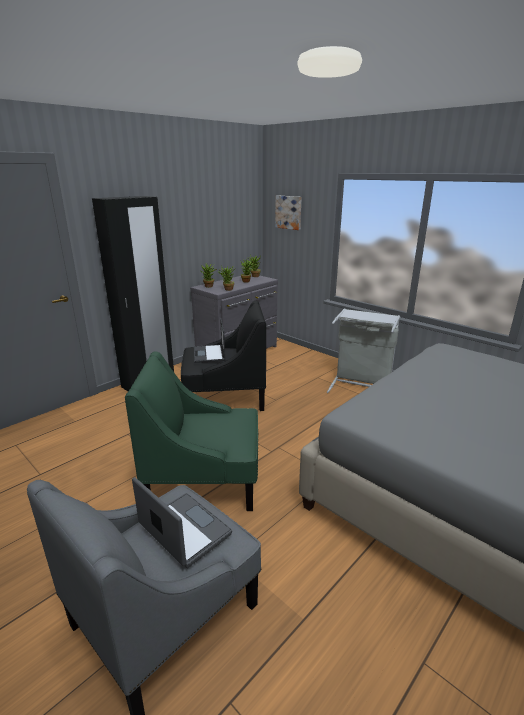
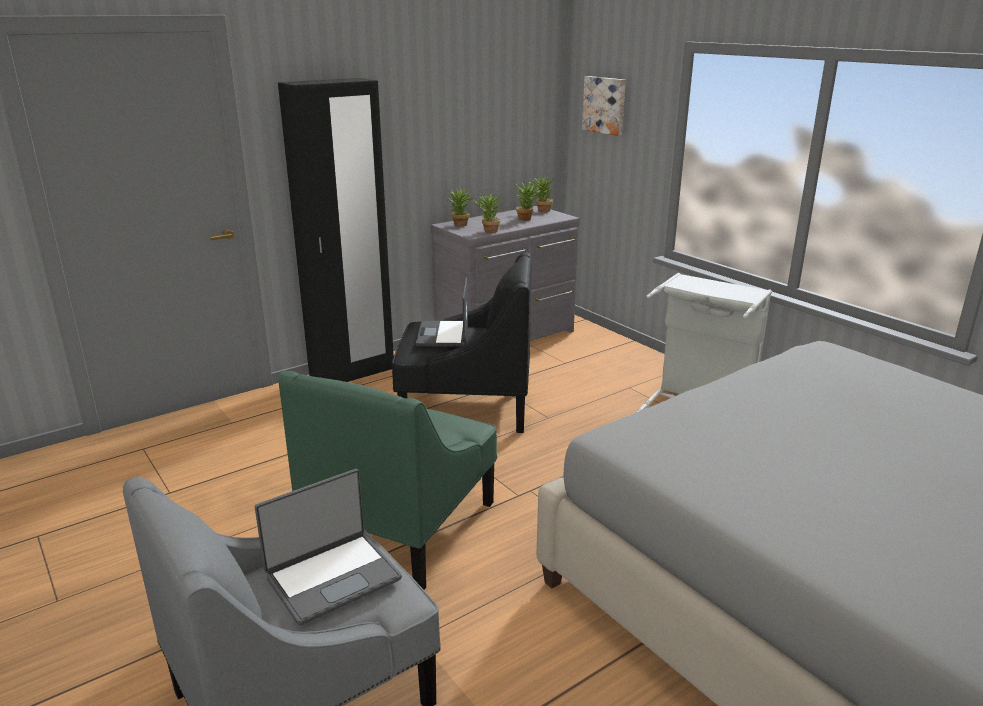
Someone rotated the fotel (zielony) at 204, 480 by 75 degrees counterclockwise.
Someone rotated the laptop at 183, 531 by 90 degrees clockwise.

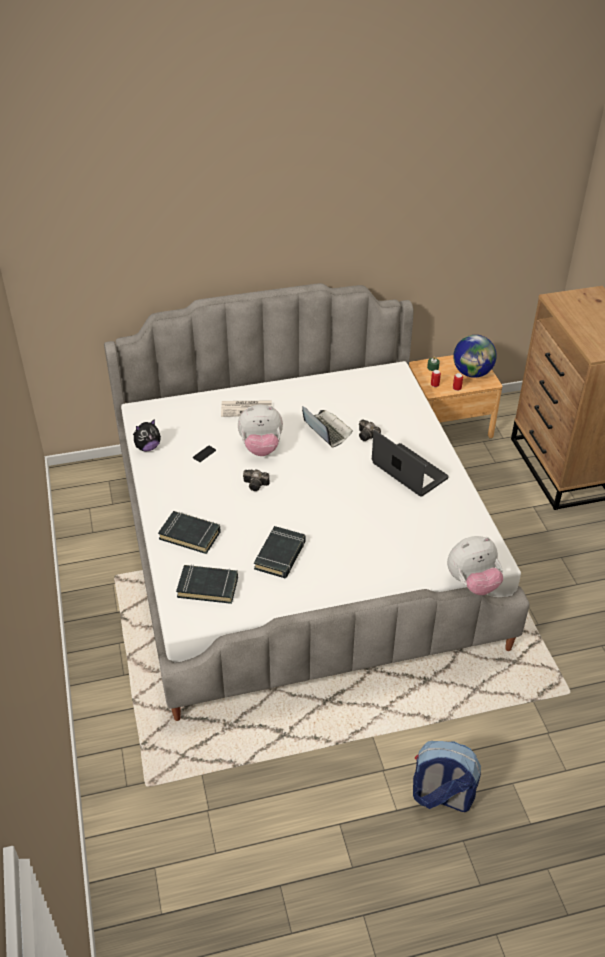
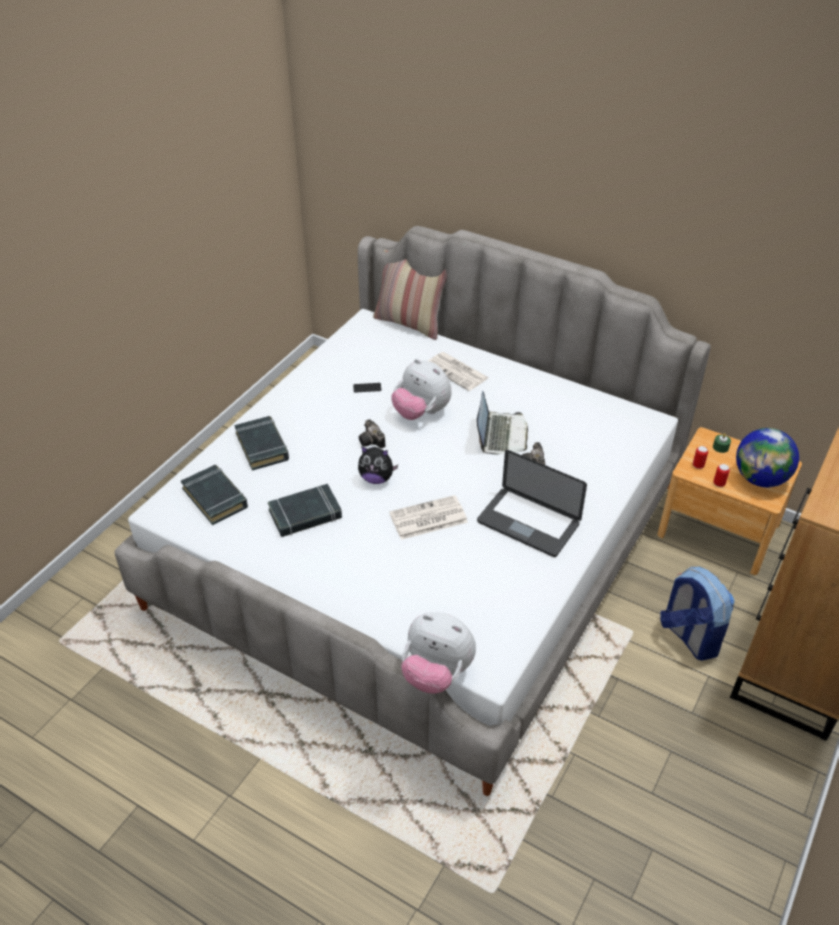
Someone carried the pluszak from 147, 447 to 376, 478.
Someone rotated the laptop at 409, 471 by 120 degrees clockwise.
Someone carried the plecak from 441, 796 to 689, 636.
Someone put down the poduszka at 410, 323.
Someone put down the gazeta at 427, 519.

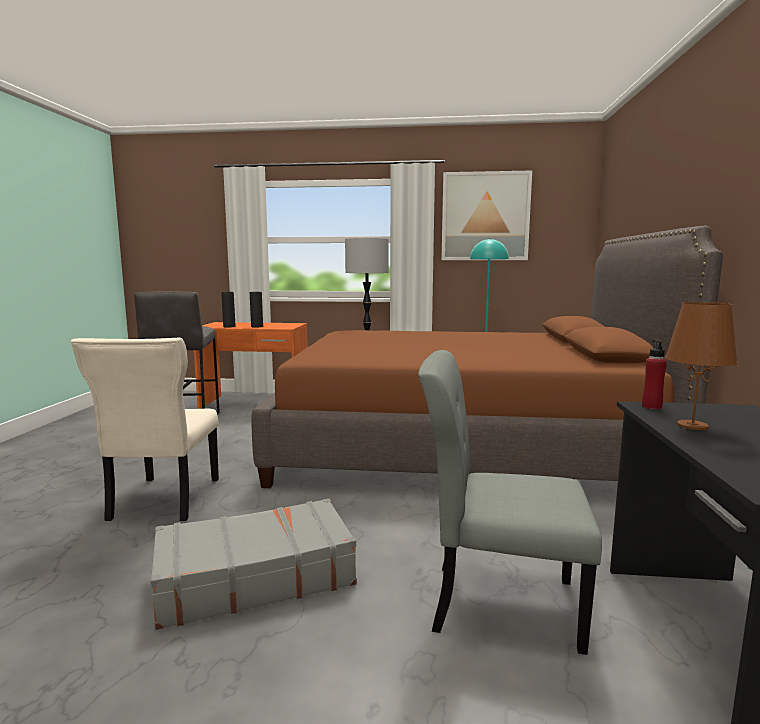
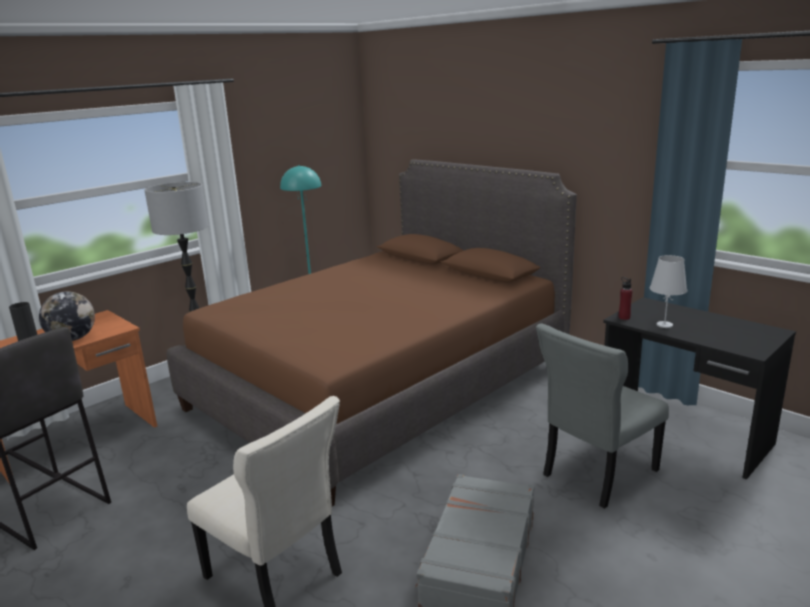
Someone swapped the wazon (czarny) at 257, 326 for the globus at 72, 339.
Someone took away the obraz at 485, 216.
Someone repainted the lampa stołowa (brązowy) at 692, 425, which became the lampa stołowa (biały) at 664, 325.

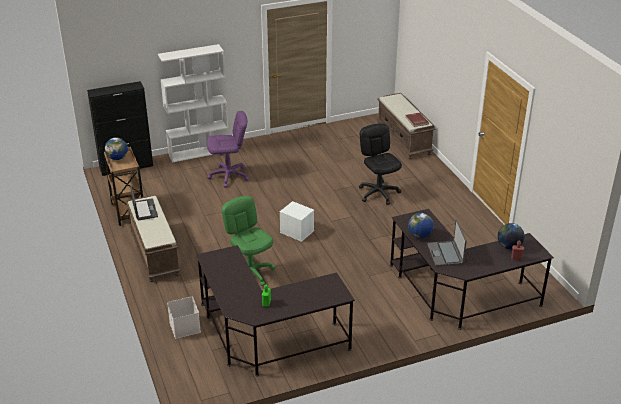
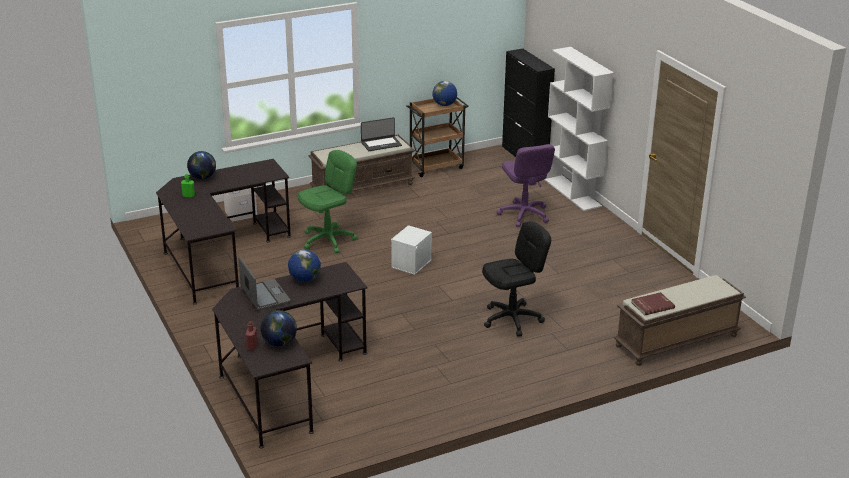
Someone rotated the laptop at 445, 254 by 75 degrees clockwise.
Someone put down the globus at 203, 177.

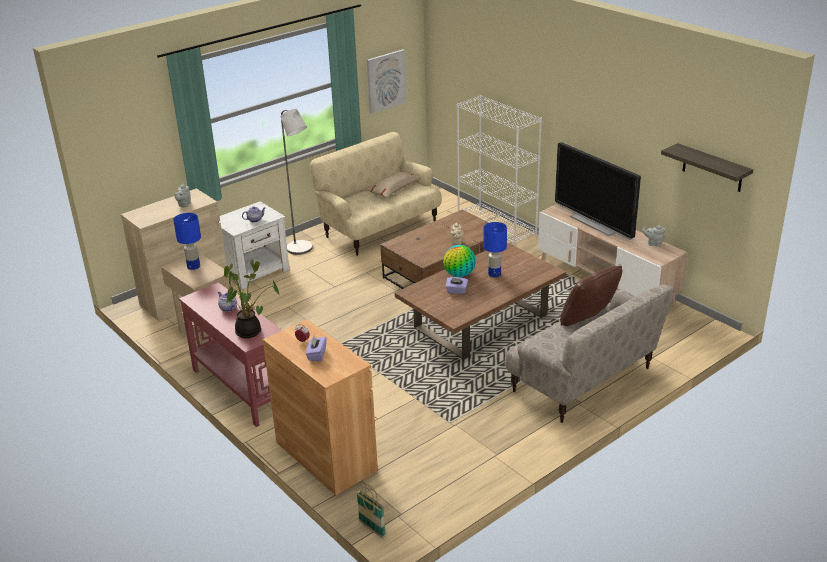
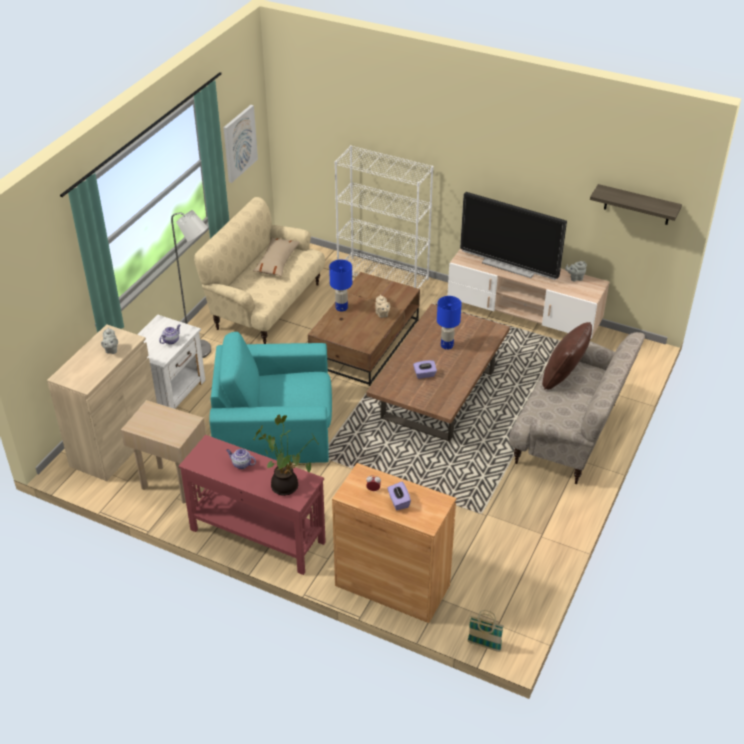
Someone carried the lampa stołowa (niebieski) from 193, 267 to 342, 308.
Someone took away the globus at 459, 275.
Someone put down the fotel (turkusowy) at 275, 426.

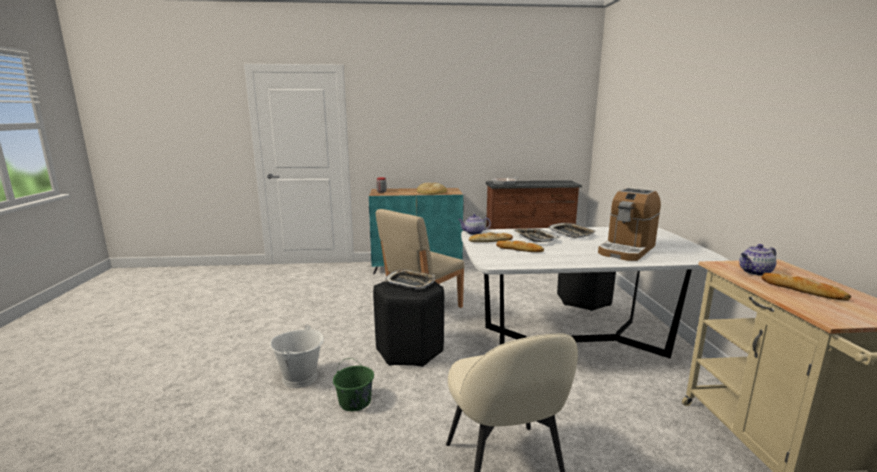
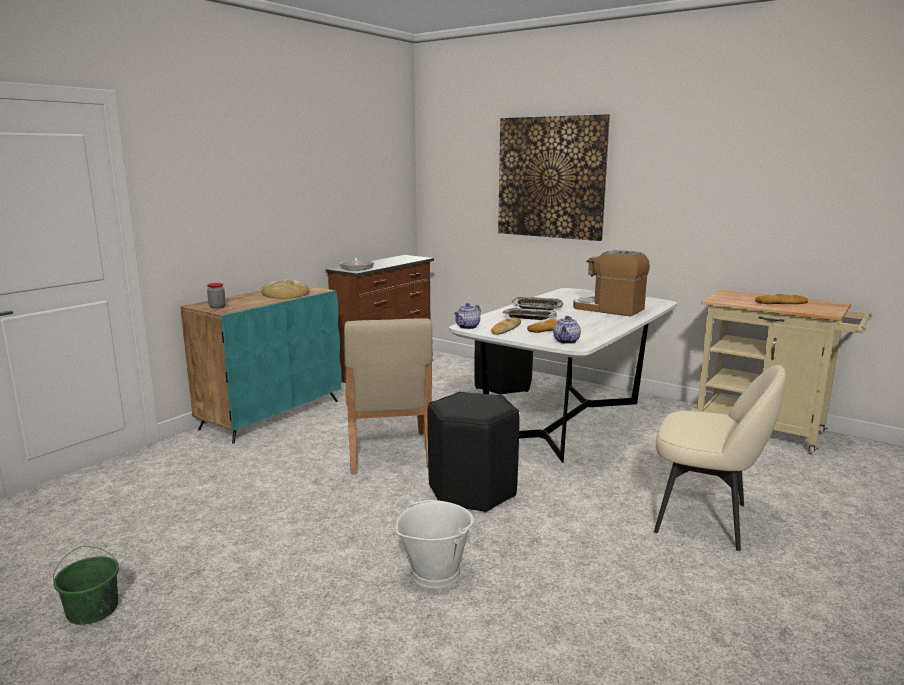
Someone carried the wiadro (zielony) from 355, 402 to 93, 609.
Someone took away the taca at 410, 282.
Someone rotated the ekspres do kawy at 627, 250 by 135 degrees clockwise.
Someone carried the imbryk from 755, 272 to 566, 341.
Someone put up the obraz at 551, 177.

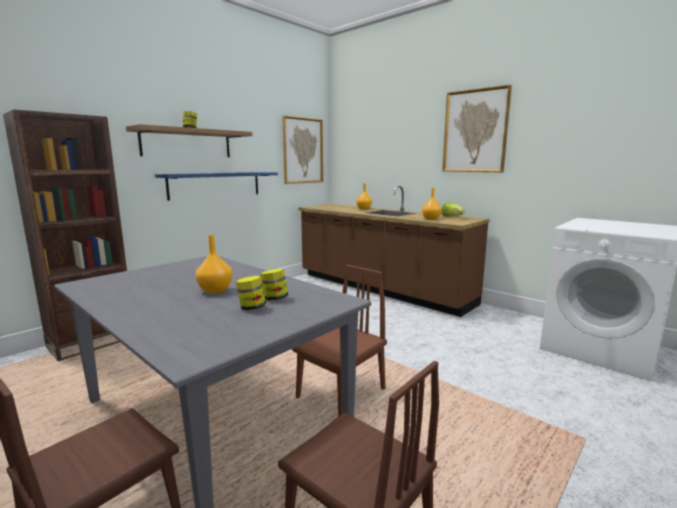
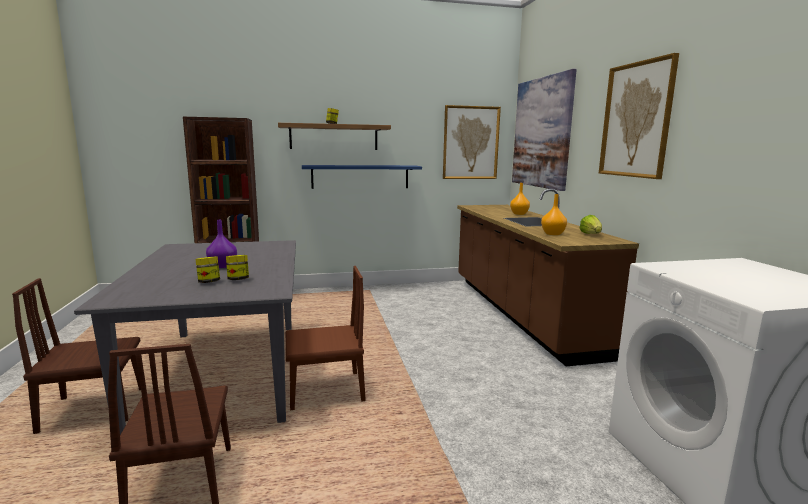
Someone repainted the wazon (pomarańczowy) at 214, 291, which became the wazon (fioletowy) at 222, 266.
Someone put up the obraz at 541, 133.

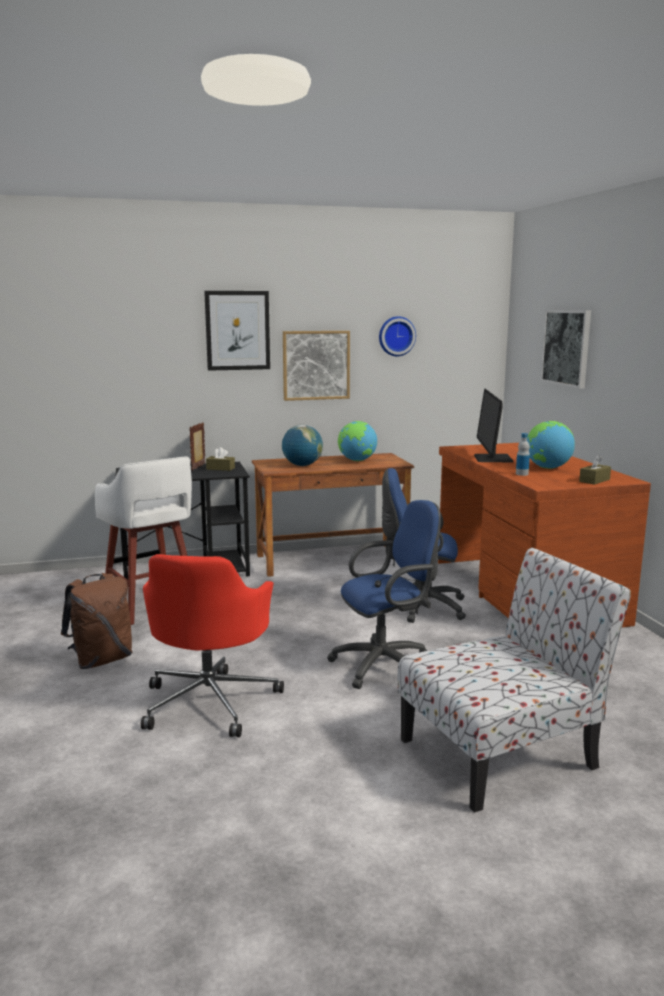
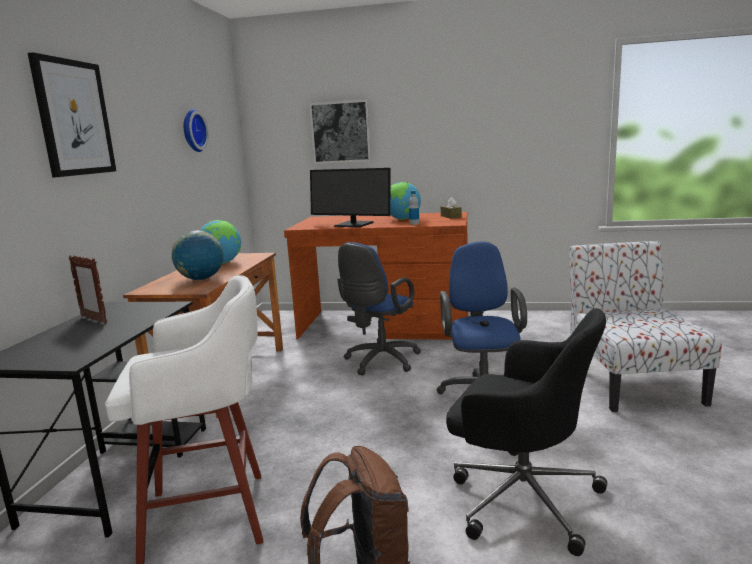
Someone repainted the krzesło biurowe (czerwony) at 210, 701, which became the krzesło biurowe (czarny) at 521, 497.
Someone took away the pudełko chusteczek (brązowy) at 220, 468.
Someone took away the obraz at 316, 365.

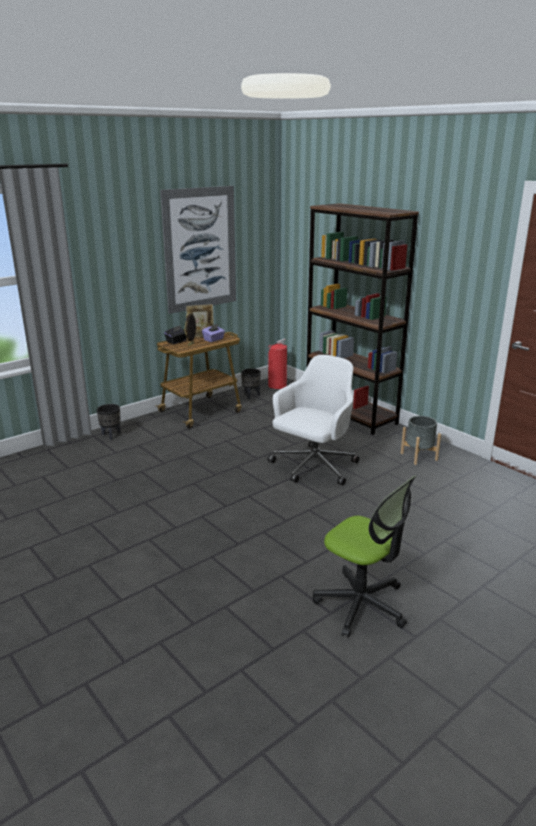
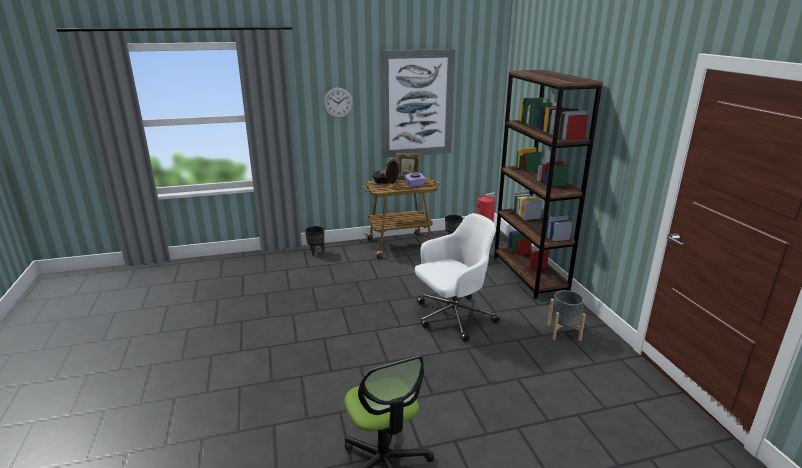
Someone put up the zegar ścienny at 338, 103.

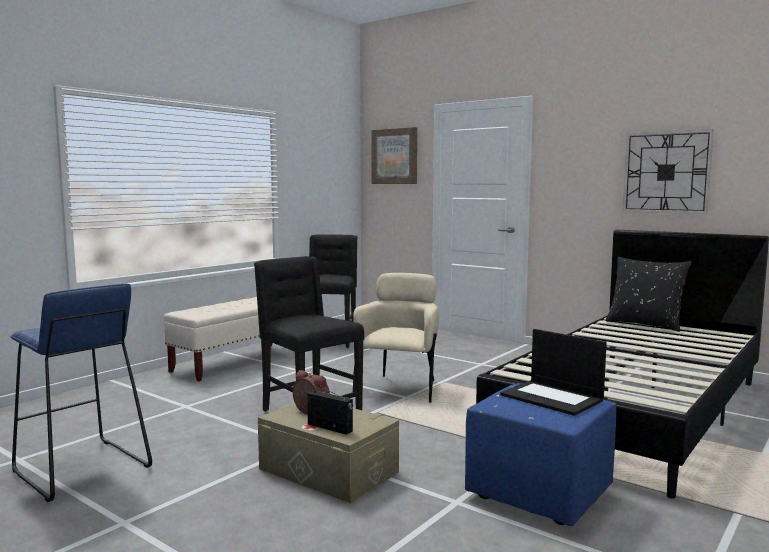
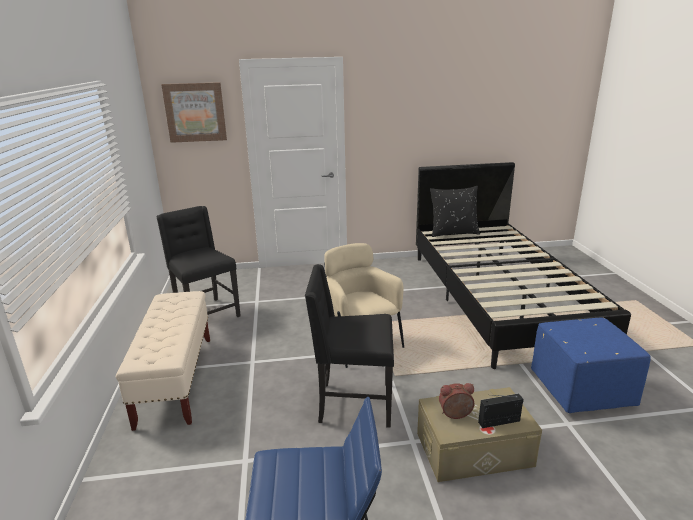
Someone took away the laptop at 553, 398.
Someone took away the zegar ścienny at 666, 172.

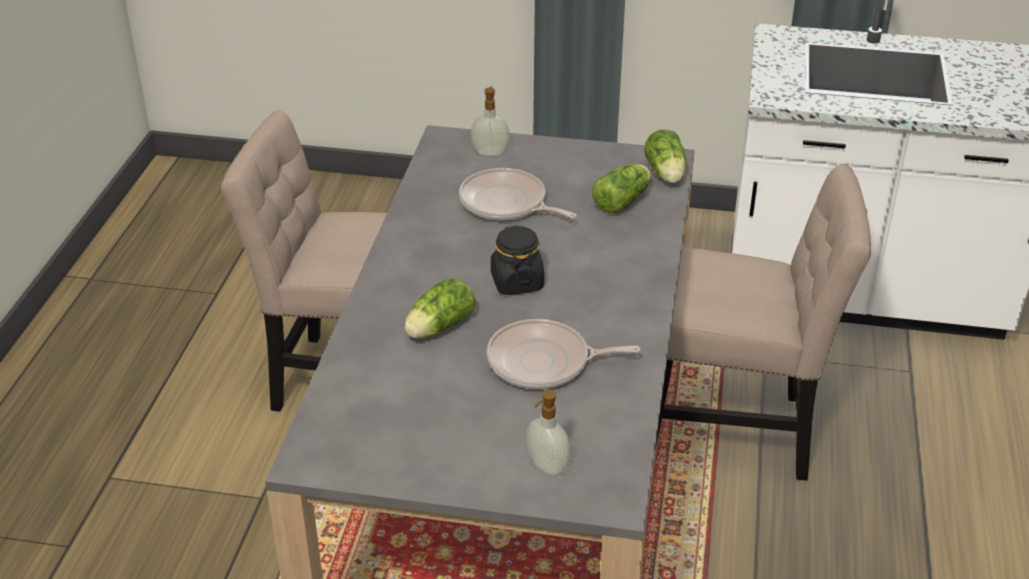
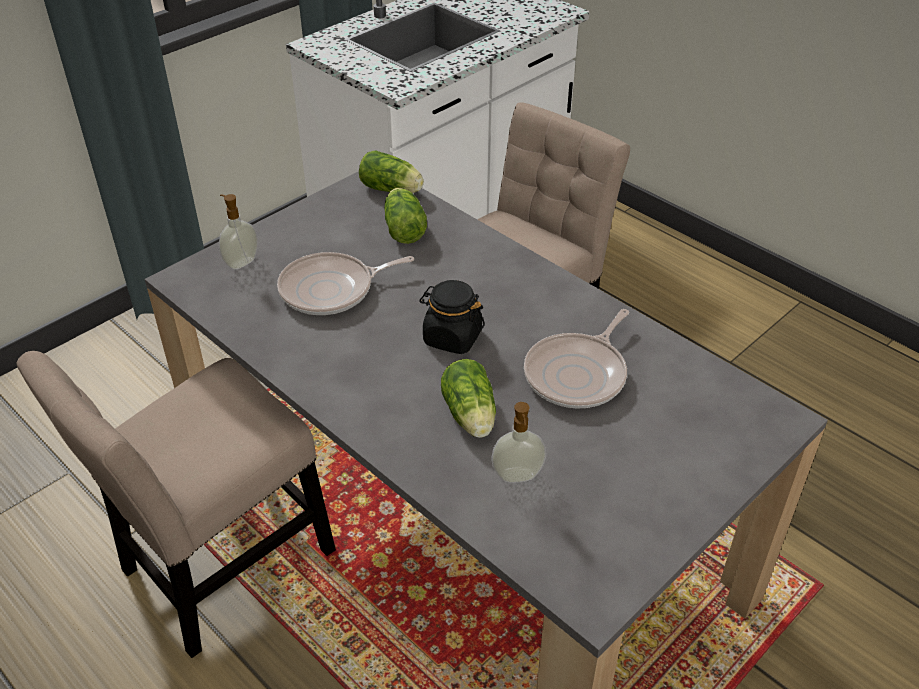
Someone carried the dozownik mydła from 546, 467 to 518, 477.

